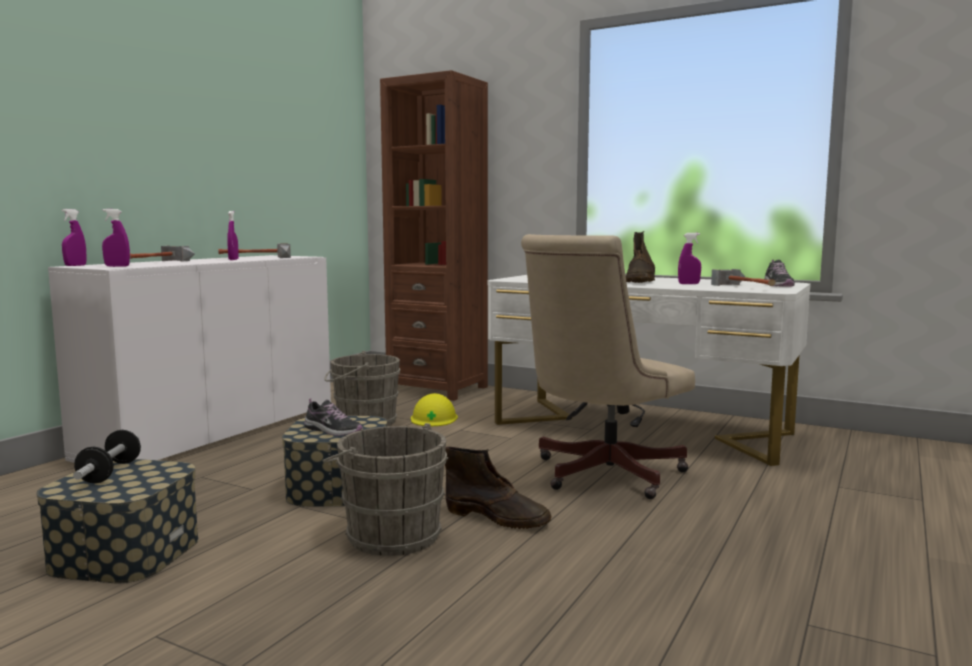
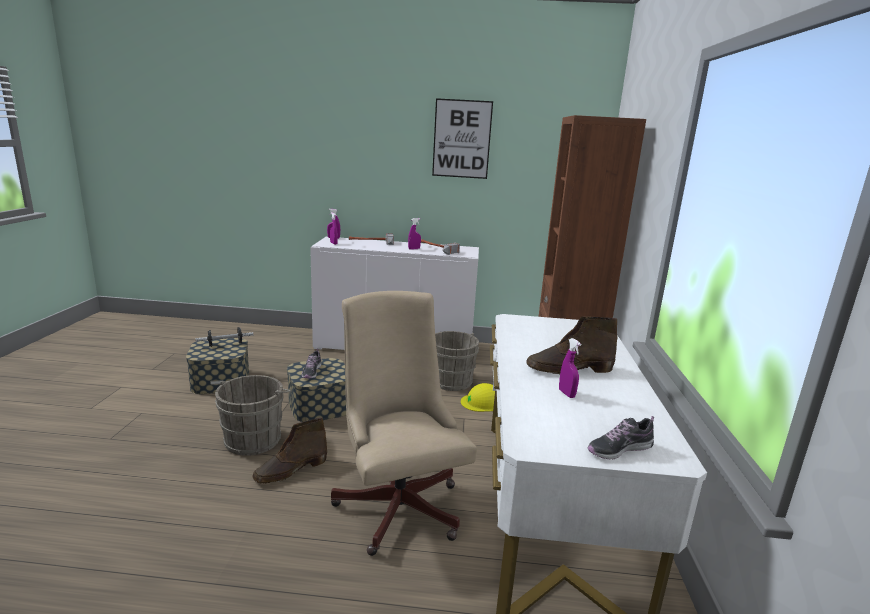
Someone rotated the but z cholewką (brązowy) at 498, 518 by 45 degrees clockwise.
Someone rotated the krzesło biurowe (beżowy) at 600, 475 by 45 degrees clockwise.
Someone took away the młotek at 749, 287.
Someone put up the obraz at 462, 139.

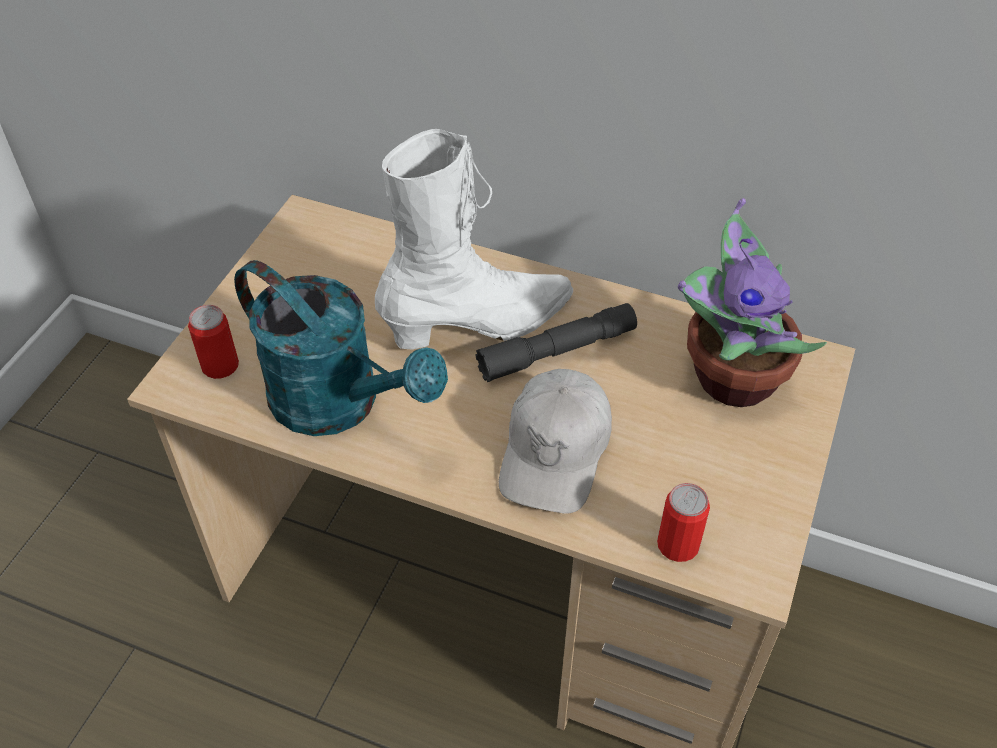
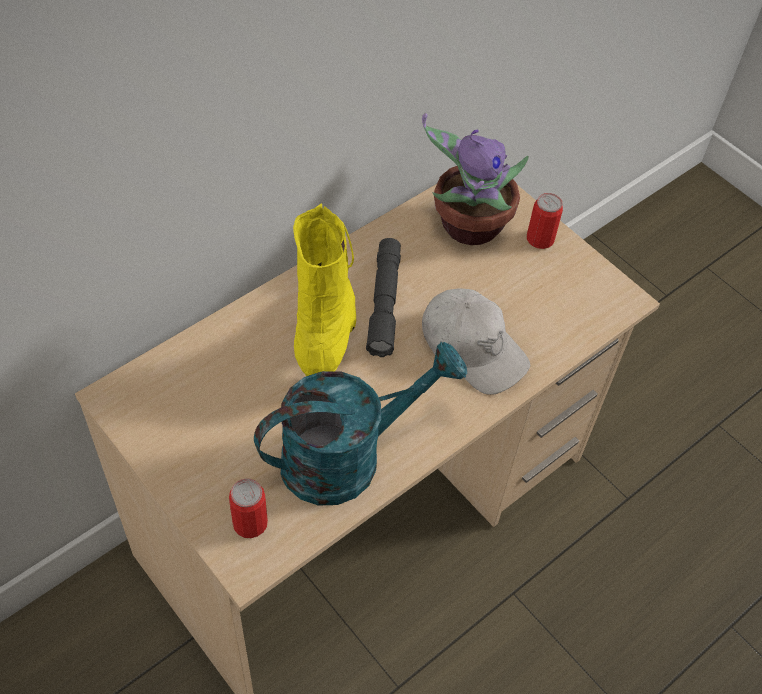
Someone repainted the but z cholewką (biały) at 479, 325, which became the but z cholewką (żółty) at 327, 335.
Someone carried the puszka from 678, 544 to 540, 239.

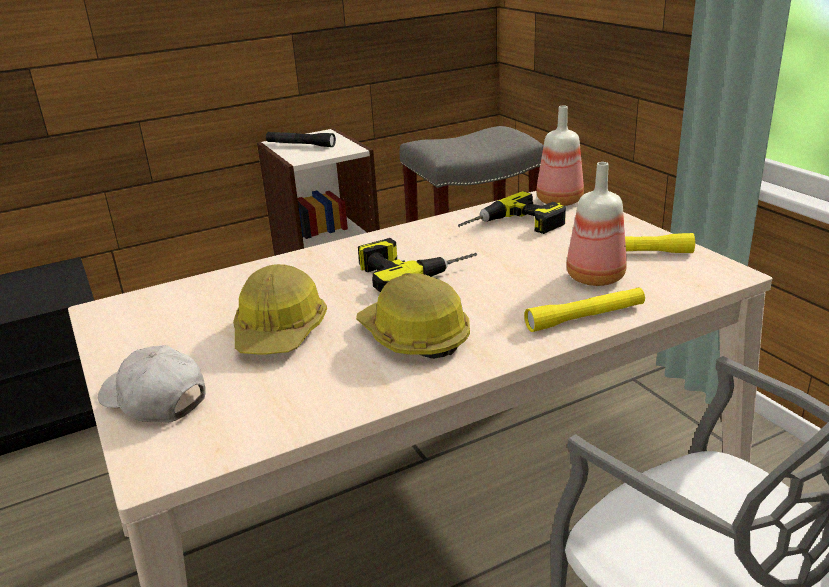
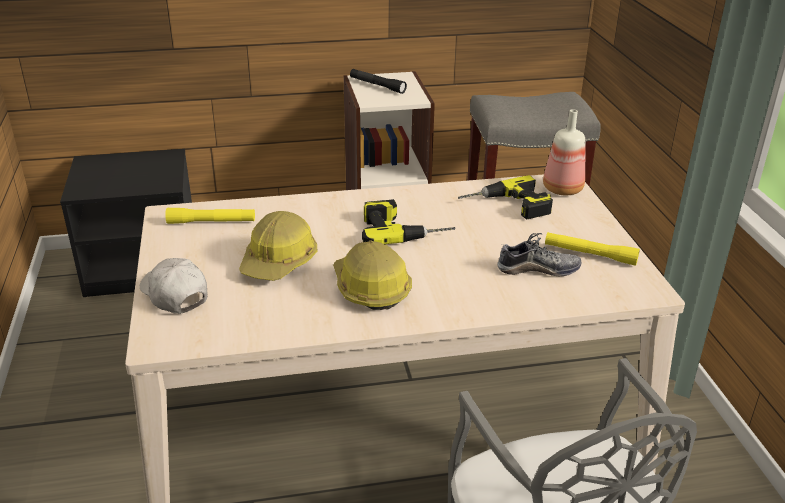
Someone carried the latarka (żółty) from 585, 318 to 211, 222.
Someone swapped the butelka at 593, 277 for the but at 538, 269.

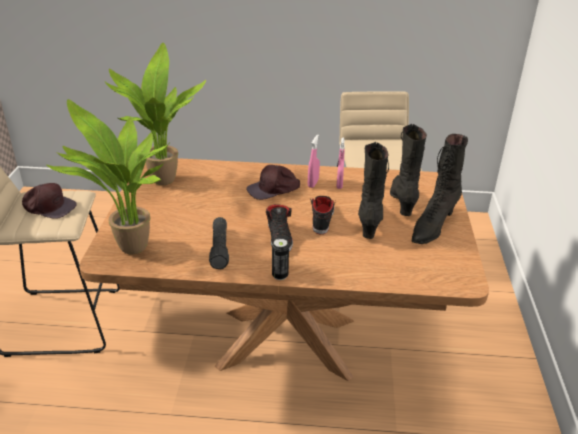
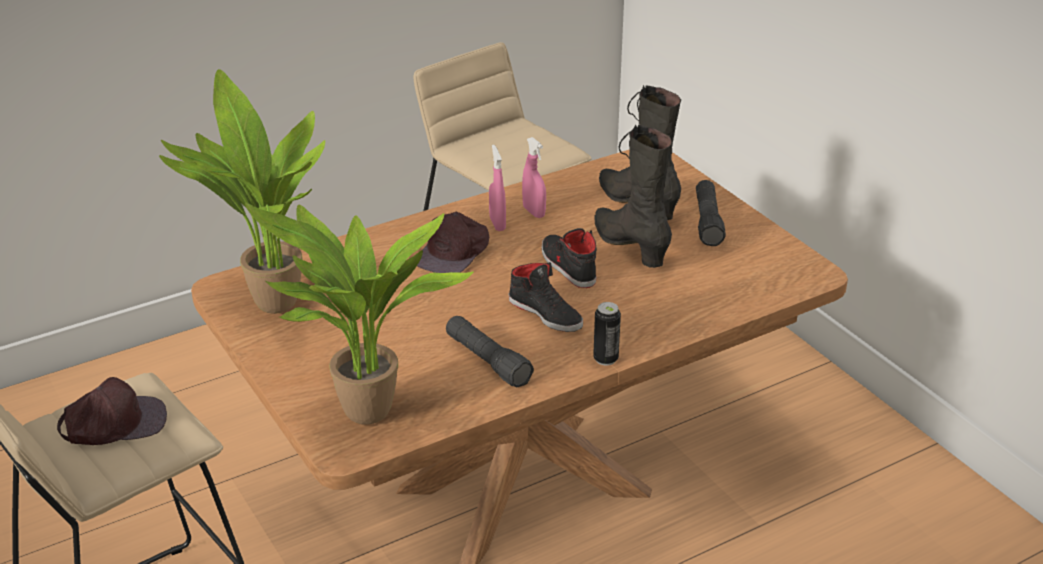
Someone swapped the but z cholewką (czarny) at 432, 227 for the latarka (czarny) at 707, 222.

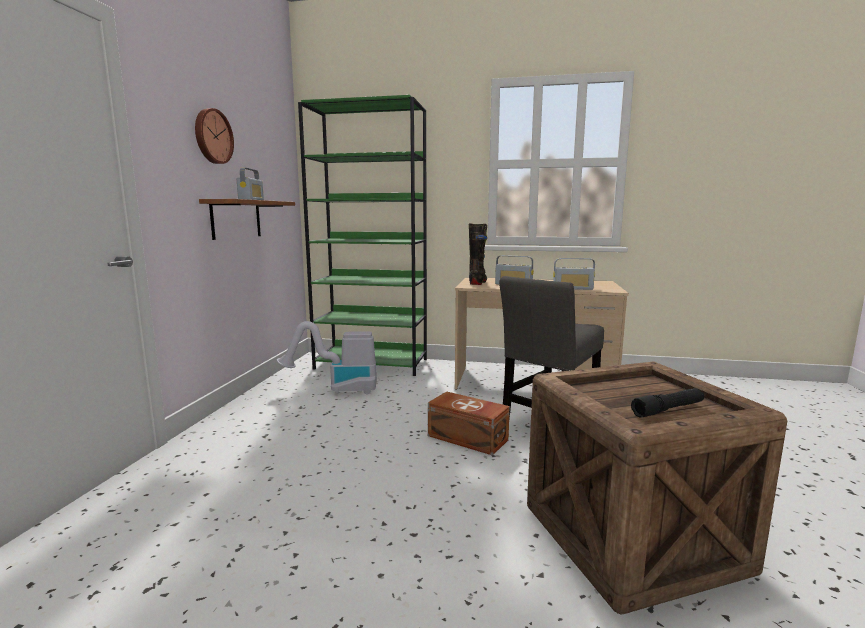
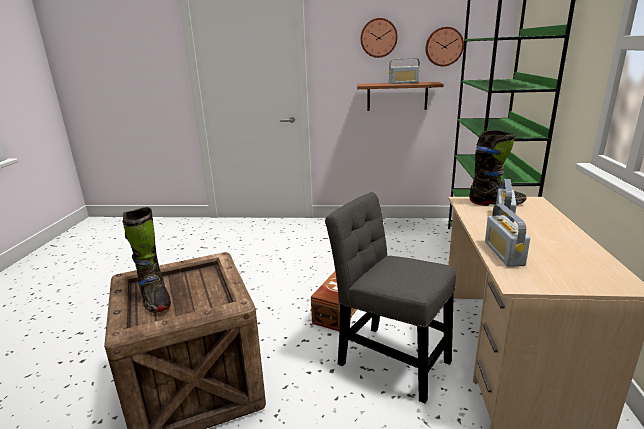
Someone took away the odkurzacz at 337, 389.
Someone swapped the latarka (czarny) at 668, 409 for the but z cholewką (czarny) at 155, 299.
Someone put up the zegar ścienny at 444, 46.

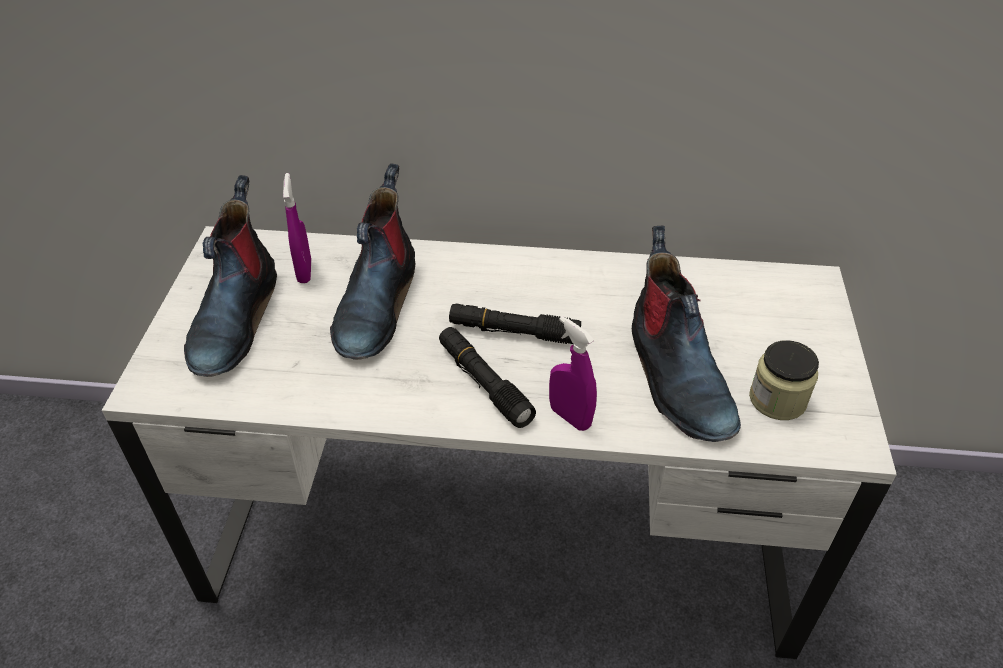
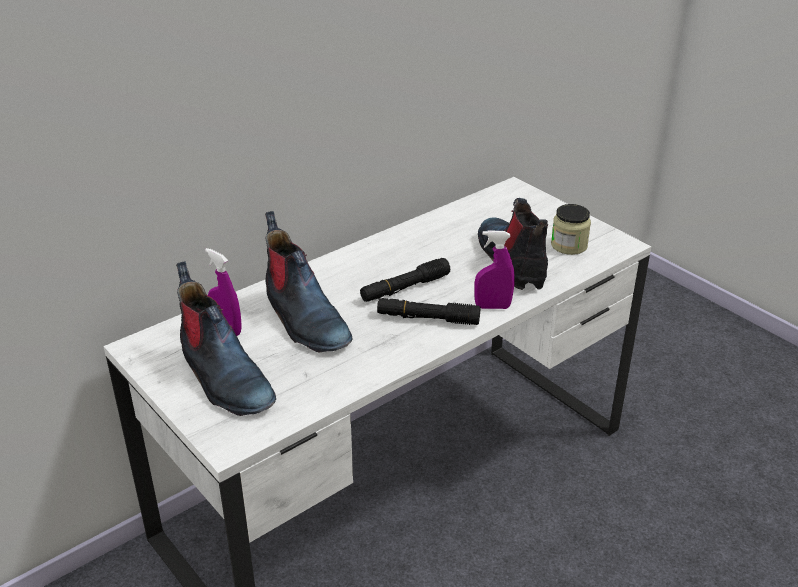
Someone rotated the but z cholewką at 675, 377 by 135 degrees counterclockwise.

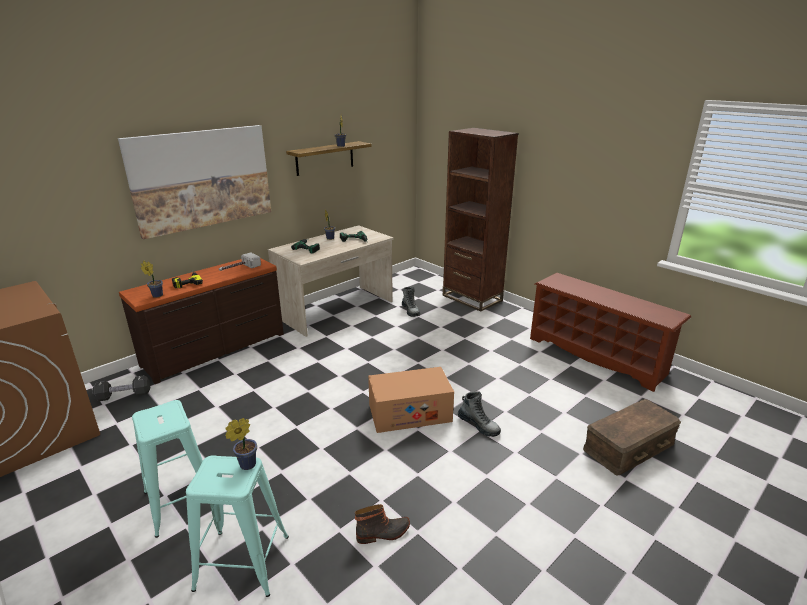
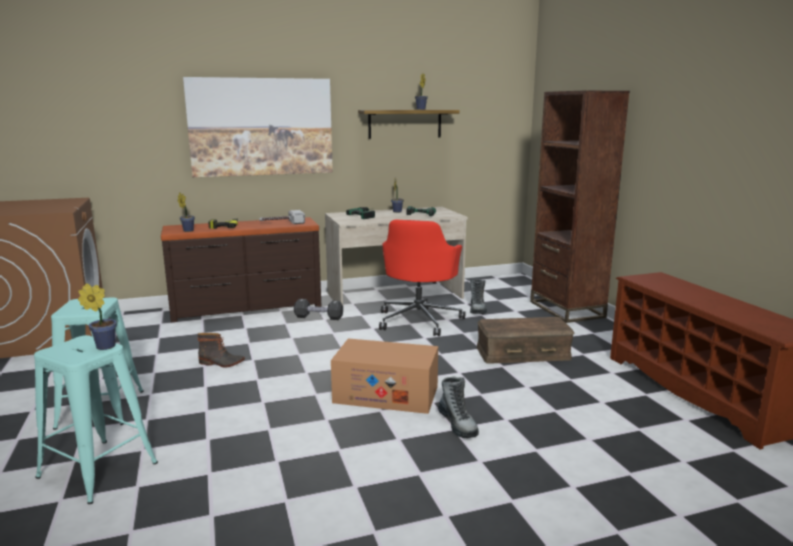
Someone carried the hantel (czarny) from 124, 395 to 318, 317.
Someone carried the but z cholewką from 383, 533 to 221, 363.
Someone carried the pojemnik do przechowywania (brązowy) from 629, 447 to 523, 353.
Someone put down the krzesło biurowe (czerwony) at 419, 320.

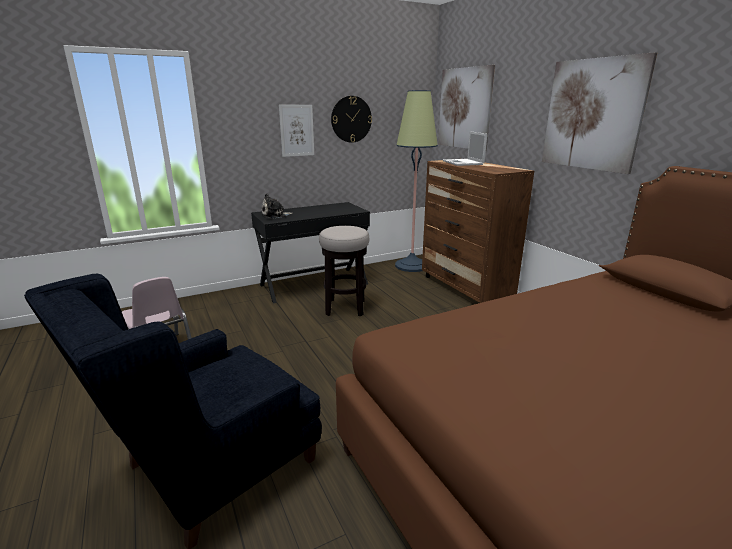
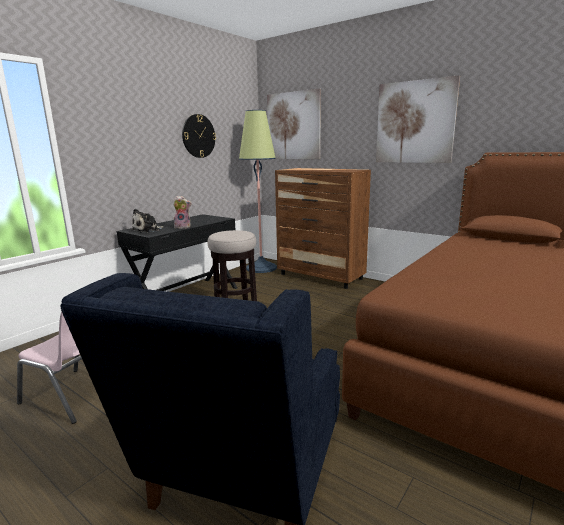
Someone took away the obraz at 296, 130.
Someone took away the laptop at 463, 163.
Someone put down the pluszak at 183, 227.

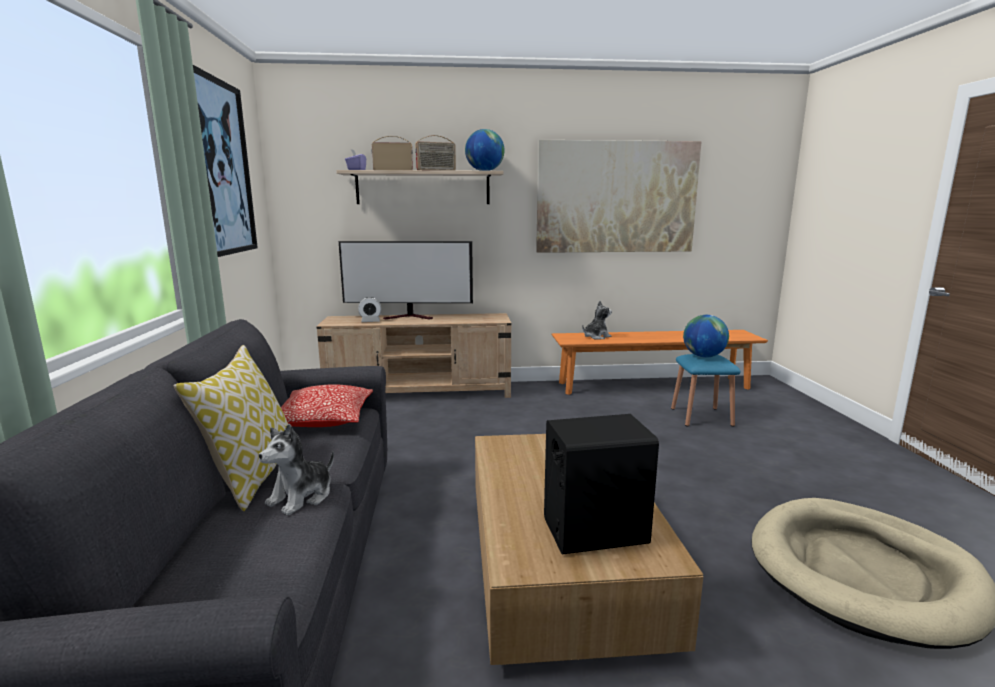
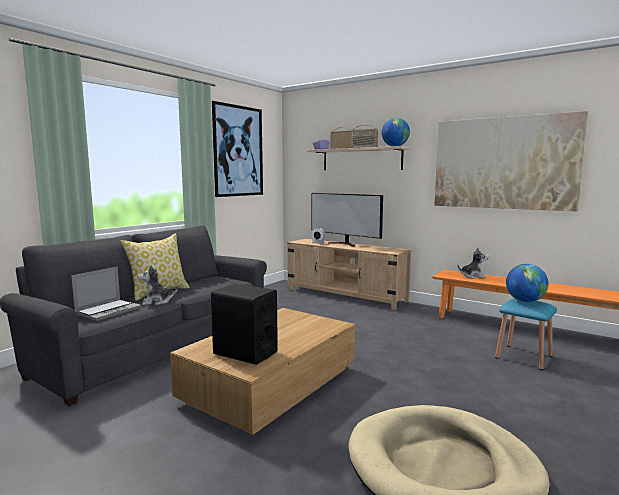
Someone took away the poduszka at 324, 420.
Someone put down the laptop at 108, 311.

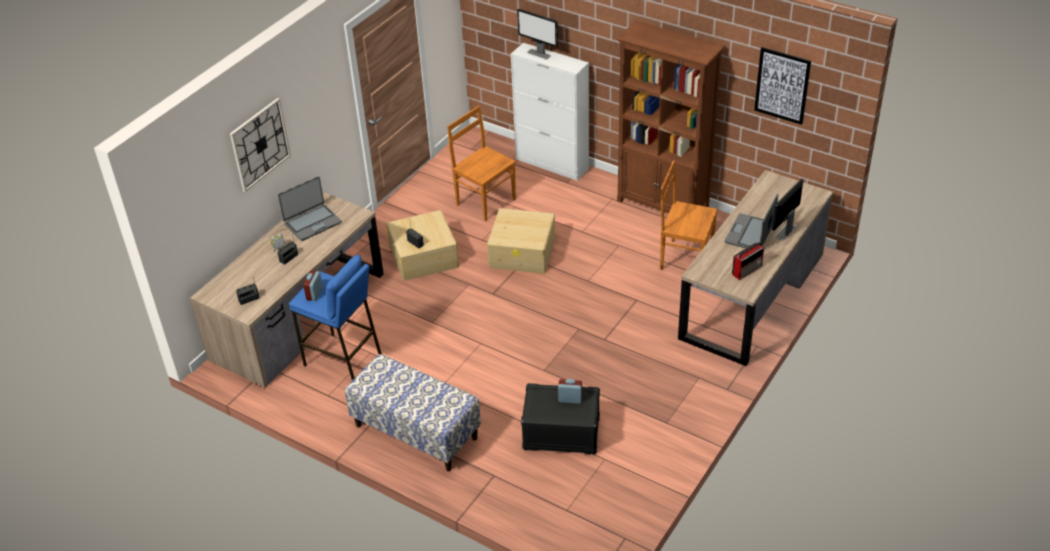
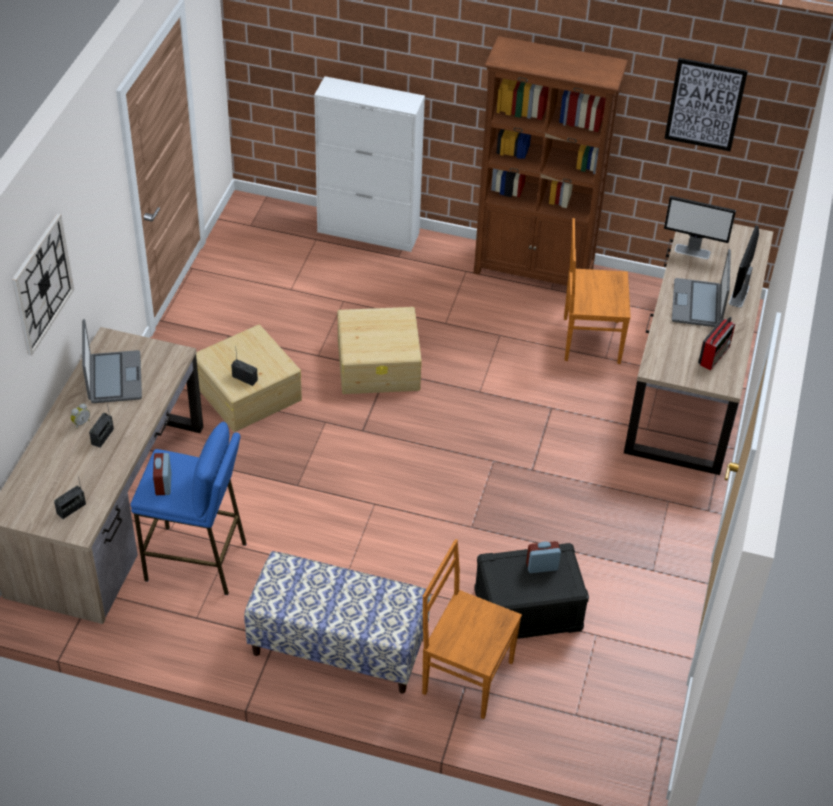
Someone rotated the laptop at 312, 223 by 45 degrees counterclockwise.
Someone carried the krzesło (brązowy) from 484, 201 to 465, 676.
Someone carried the monitor from 539, 54 to 692, 251.

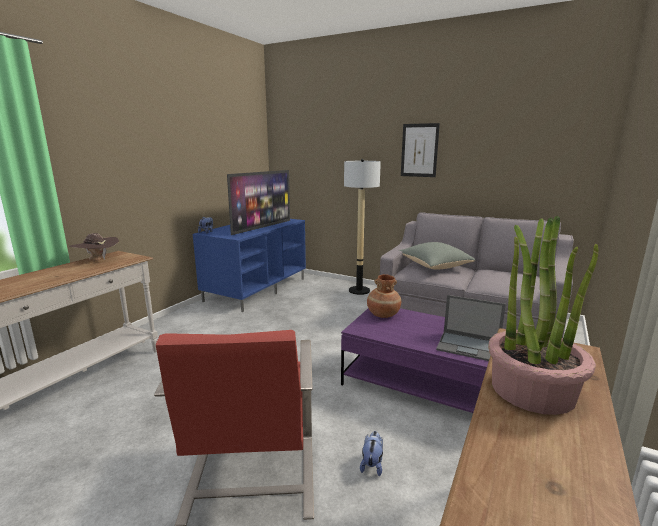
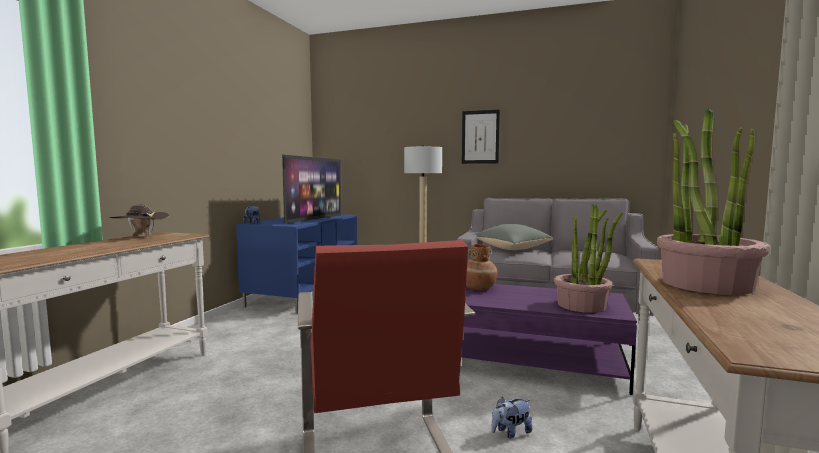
Someone rotated the pluszak at 372, 464 by 120 degrees counterclockwise.
Someone swapped the laptop at 469, 346 for the roślina doniczkowa at 582, 305.

